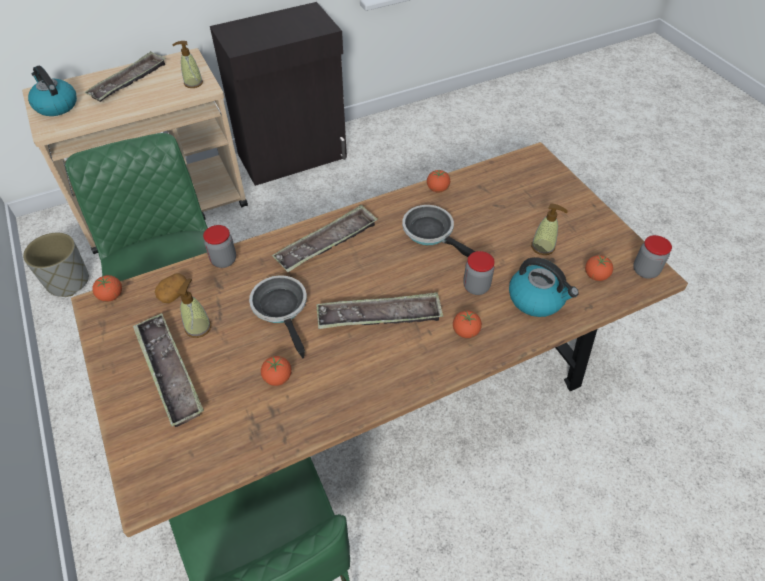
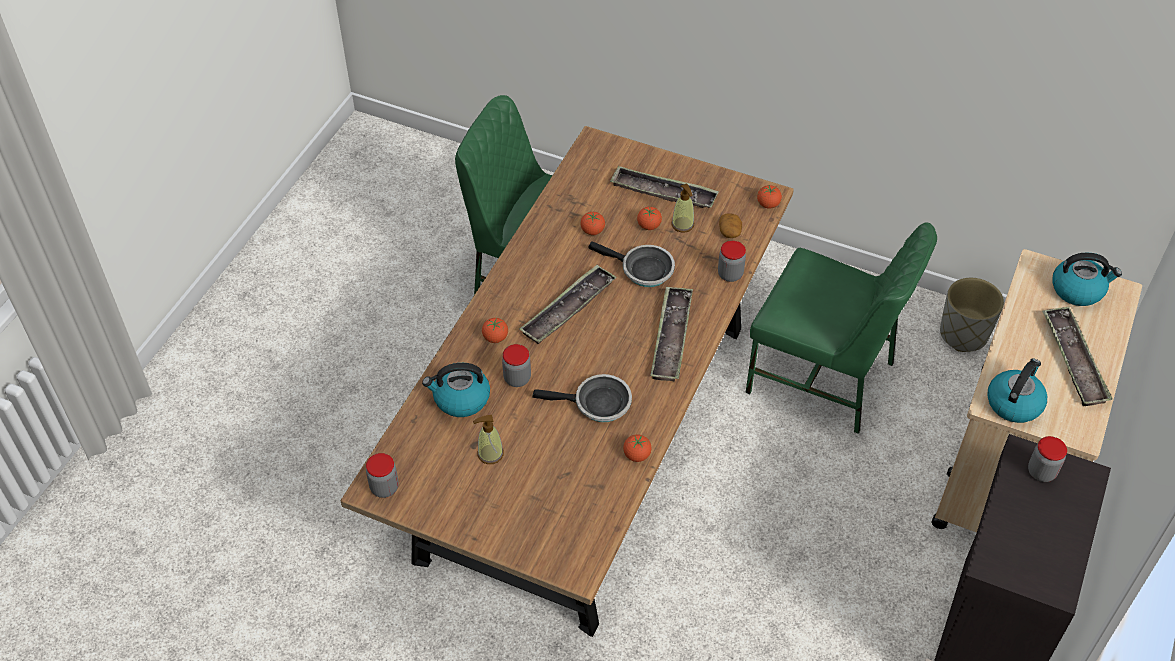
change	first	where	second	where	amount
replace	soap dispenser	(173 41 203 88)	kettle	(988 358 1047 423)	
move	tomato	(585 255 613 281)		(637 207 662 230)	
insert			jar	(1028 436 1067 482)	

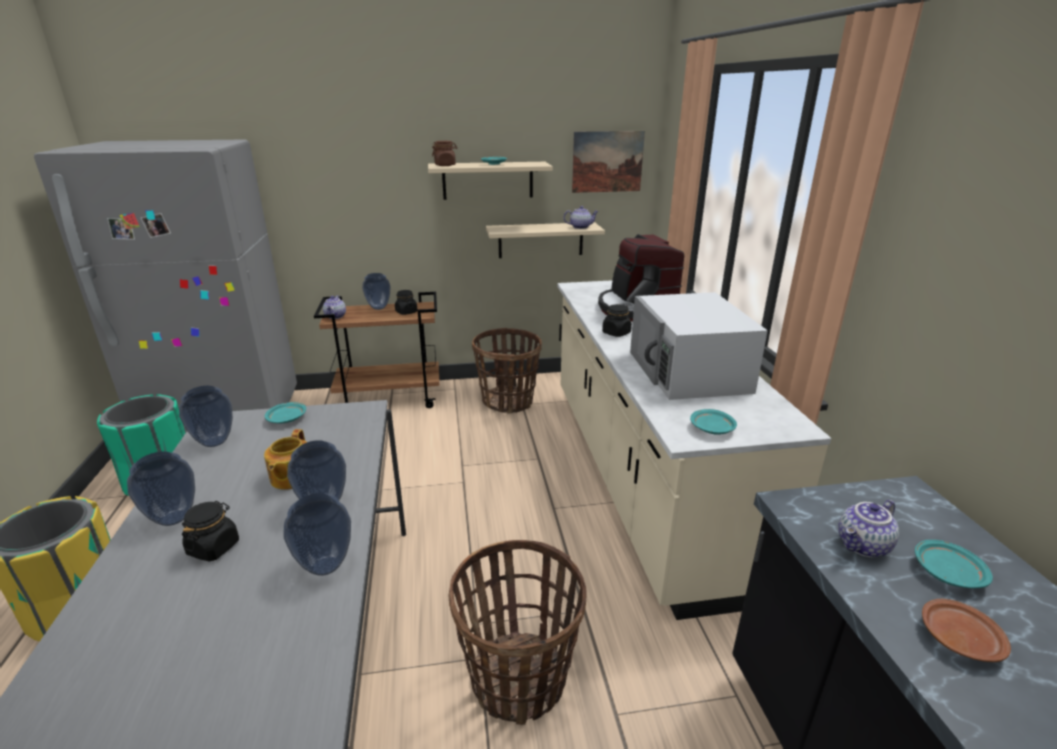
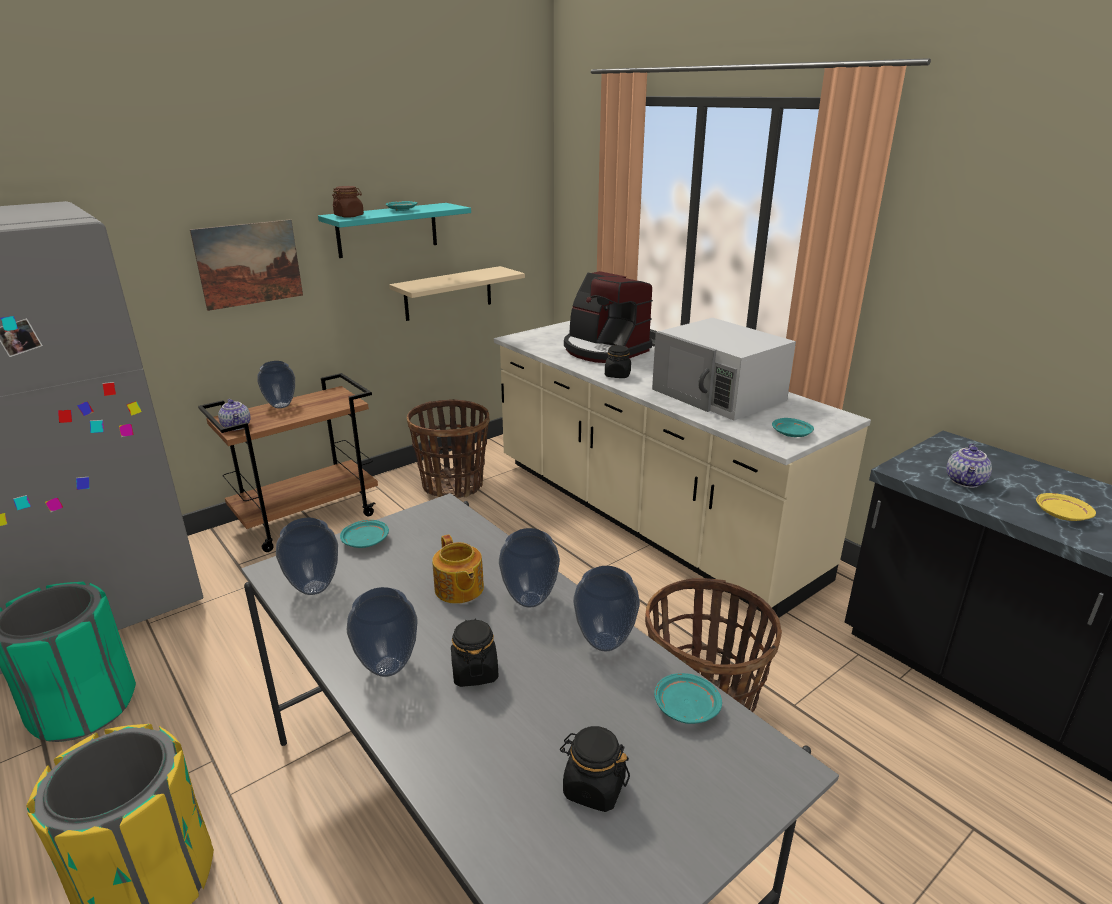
change	first	where	second	where	amount
move	picture	(572 131 645 193)		(190 219 303 311)	
recolor	beige shelf	(428 162 553 200)	turquoise shelf	(318 203 471 258)	
delete	teapot	(563 206 599 229)			
move	black jar	(395 290 417 315)		(560 726 630 812)	
move	turquoise plate	(915 540 993 588)		(654 673 722 724)	
recolor	brown plate	(922 599 1011 662)	yellow plate	(1036 493 1096 521)	

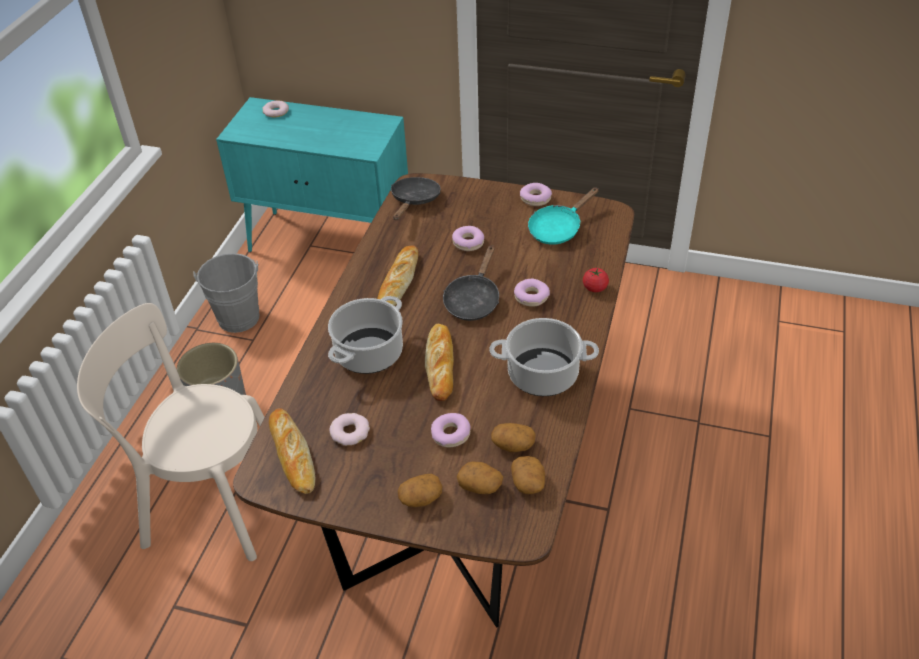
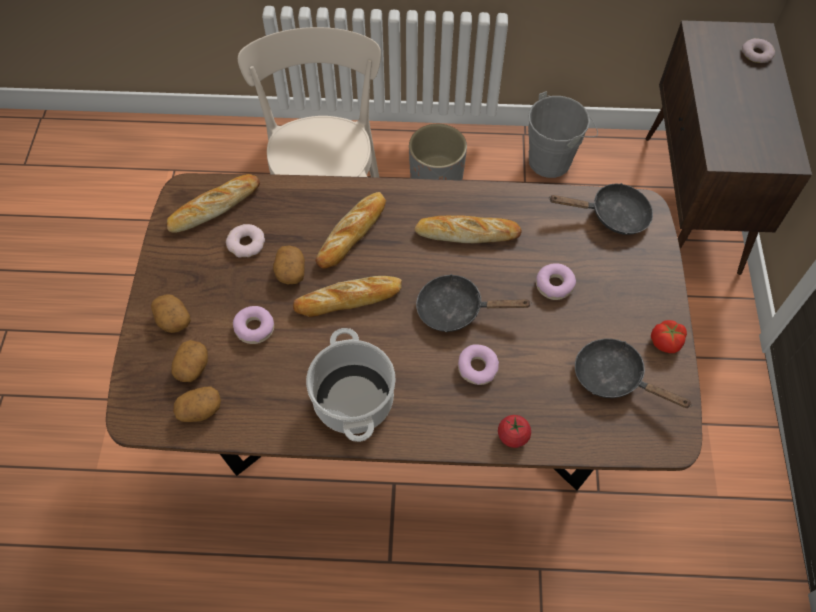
change	first	where	second	where	amount
recolor	turquoise cabinet	(216 97 408 252)	brown cabinet	(645 20 812 275)	
replace	donut	(520 183 552 206)	tomato	(651 320 687 353)	
recolor	turquoise frying pan	(528 187 599 245)	black frying pan	(575 338 692 408)	
replace	cooking pot	(328 296 403 374)	bread	(315 192 386 269)	
move	potato	(491 423 536 452)		(273 245 305 284)	

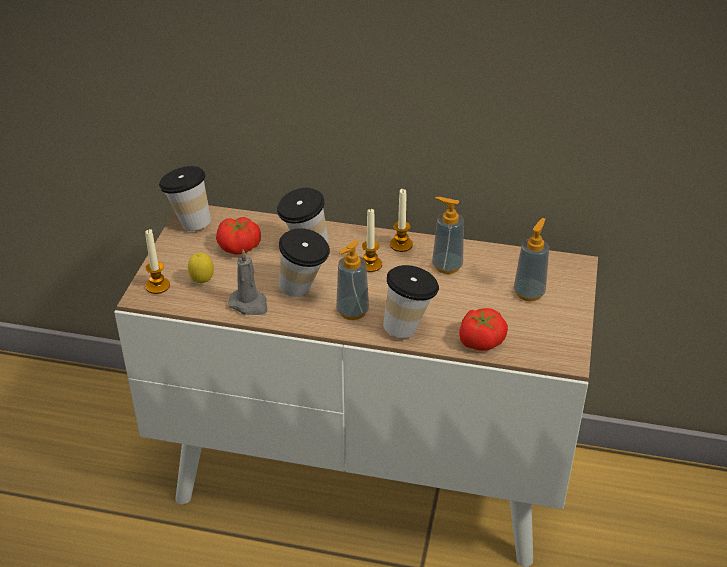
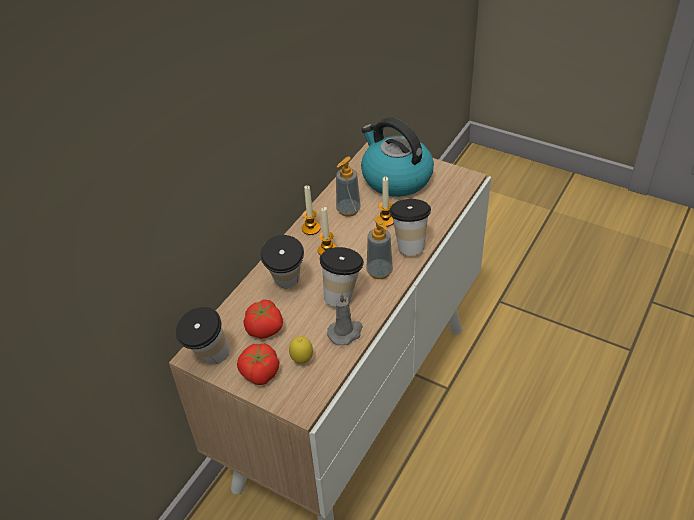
change	first	where	second	where	amount
replace	soap dispenser	(514 218 549 302)	kettle	(361 118 434 197)	
move	candle	(145 229 170 294)		(378 177 394 227)	
move	tomato	(459 308 508 351)		(237 343 279 385)	

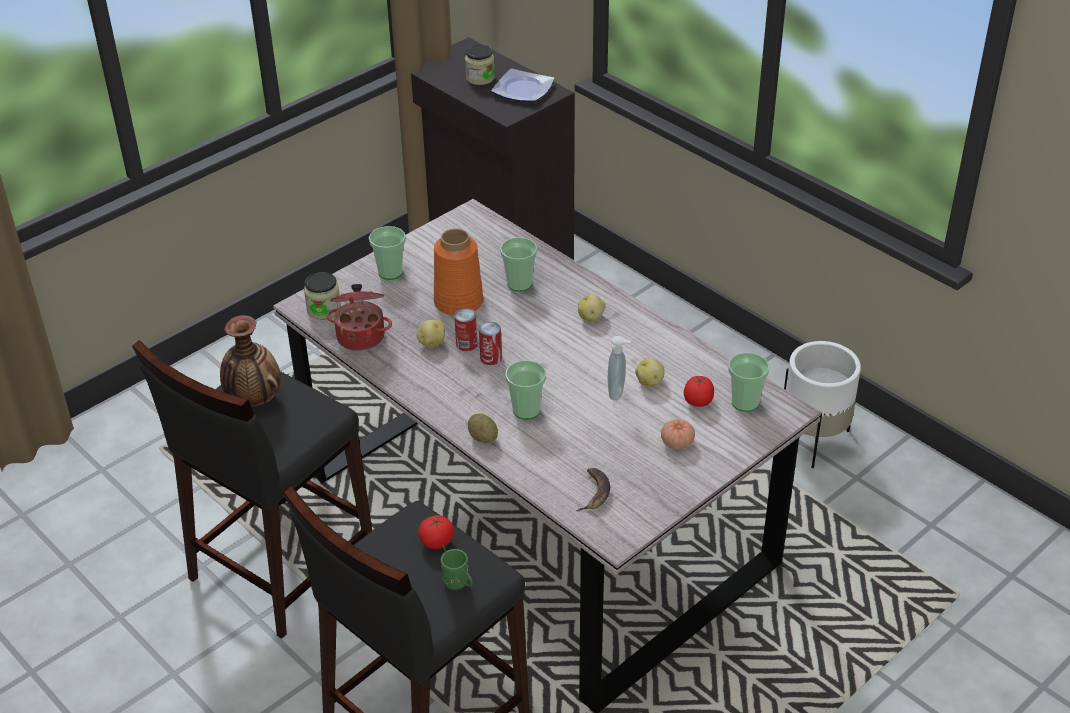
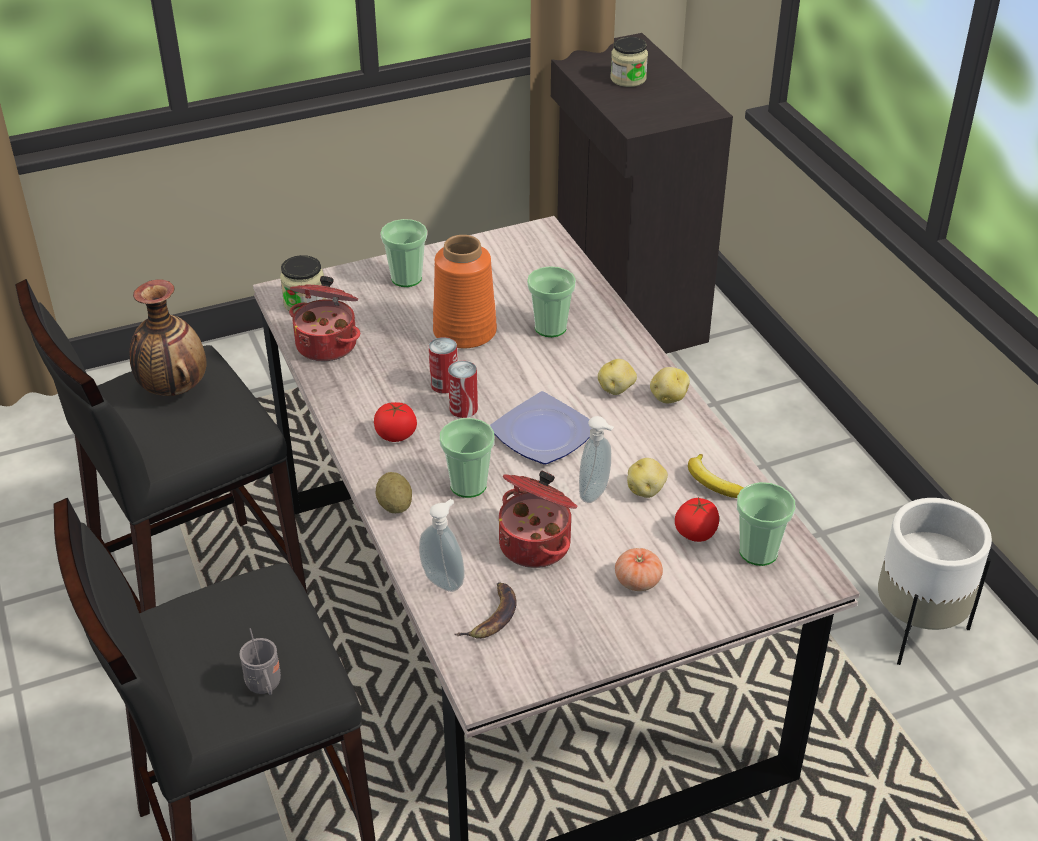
change	first	where	second	where	amount
move	plate	(491 68 555 102)		(490 391 592 465)	
move	potato	(417 320 445 348)		(650 367 690 403)	
move	tomato	(418 515 454 549)		(374 402 417 442)	
recolor	green mug	(441 544 473 590)	grey mug	(239 628 281 695)	
insert			banana	(688 454 743 498)	
insert			cooking pot	(499 471 577 568)	
insert			soap dispenser	(419 499 464 592)	

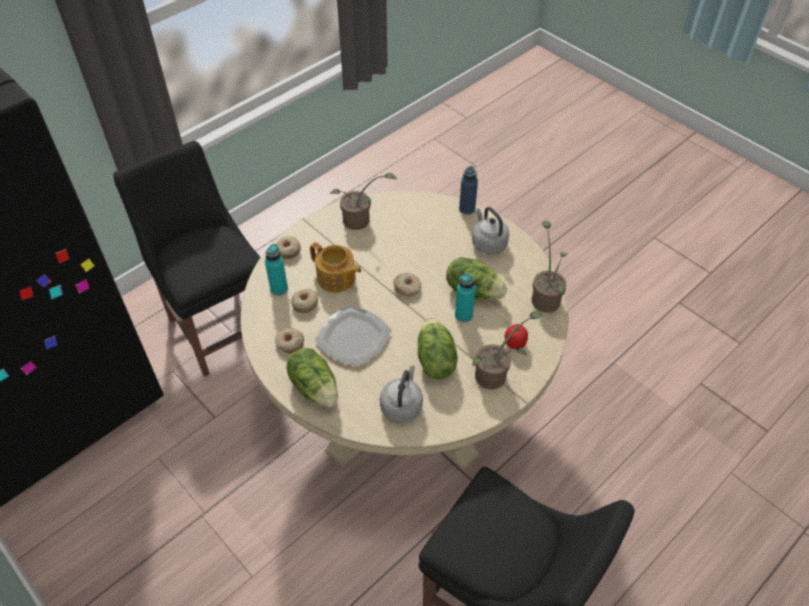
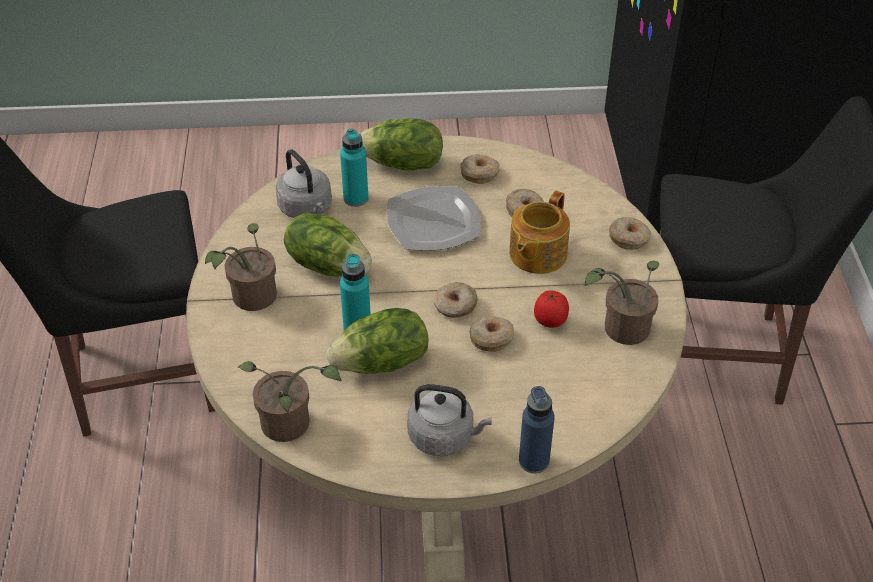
change	first	where	second	where	amount
rotate	teapot	(310 242 362 293)		(509 191 570 274)	45 degrees counterclockwise
move	turquoise bottle	(265 244 288 296)		(340 128 369 207)	
move	tomato	(505 324 528 349)		(534 290 569 328)	
insert			donut	(469 316 514 352)	

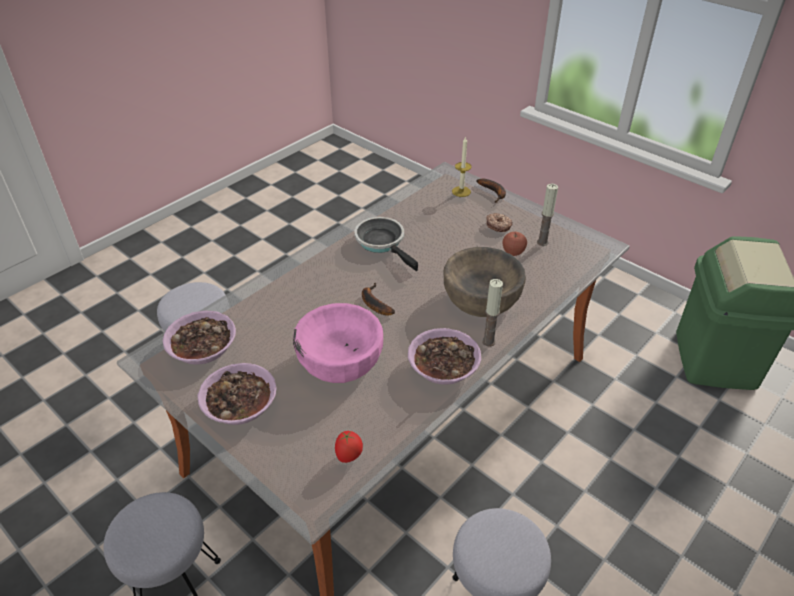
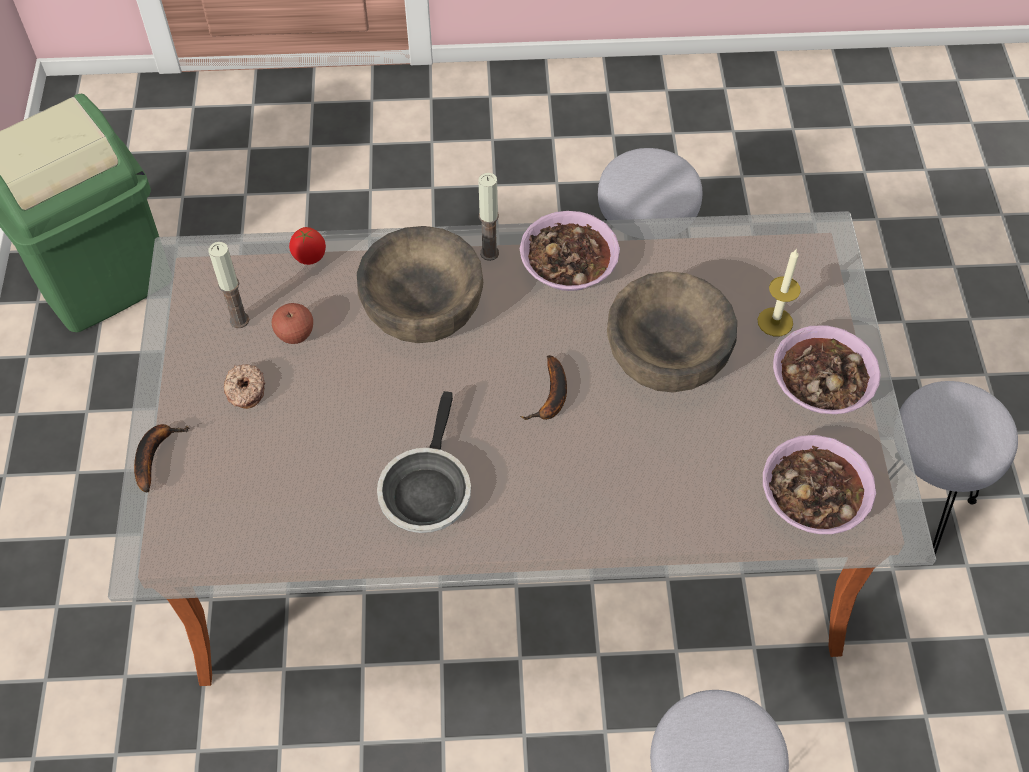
change	first	where	second	where	amount
move	candle	(452 136 472 197)		(757 248 801 336)	
recolor	pink bowl	(293 303 383 383)	brown bowl	(607 271 737 392)	
move	tomato	(335 431 363 463)		(289 227 326 265)	

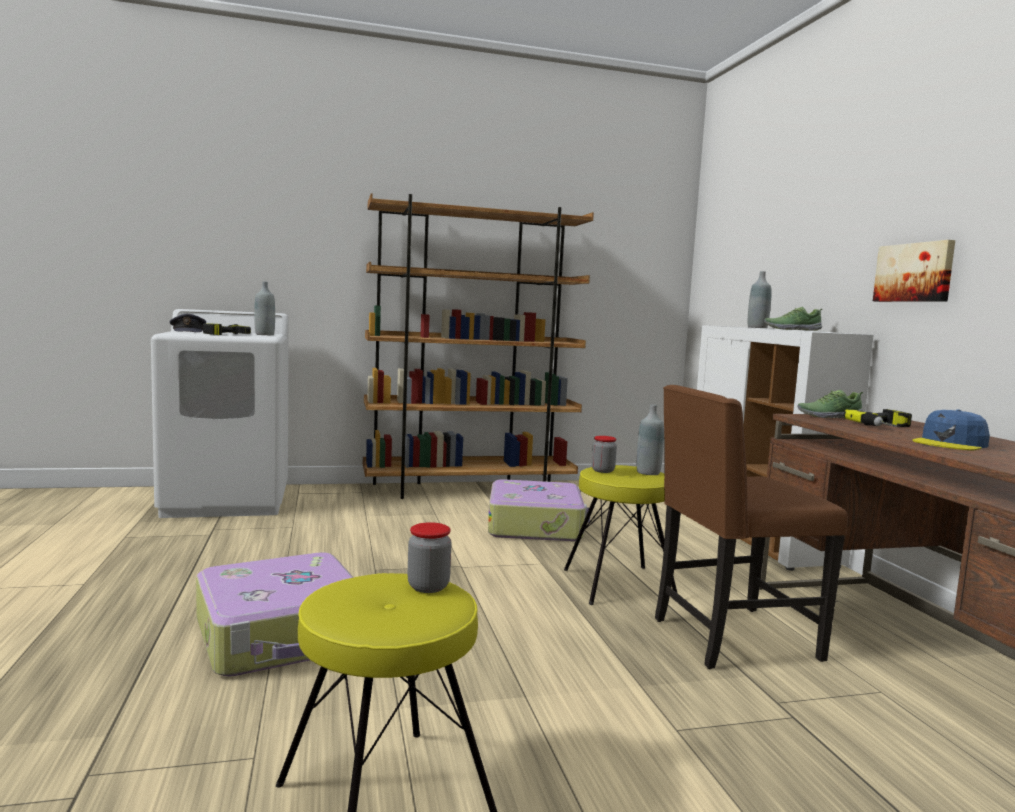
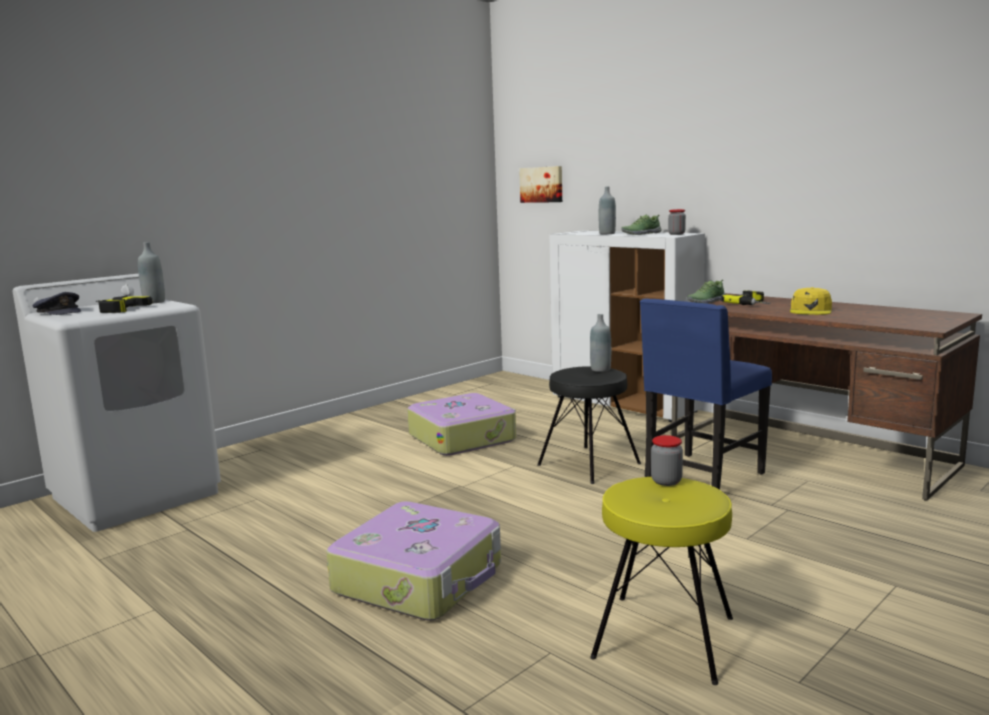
change	first	where	second	where	amount
delete	brown bookcase	(363 193 594 499)			
move	picture	(873 240 955 302)		(519 166 562 203)	
recolor	brown chair	(655 385 848 669)	blue chair	(640 298 772 490)	
recolor	blue cap	(912 410 990 450)	yellow cap	(790 287 832 315)	
move	jar	(592 436 617 473)		(668 209 686 235)	
recolor	yellow stool	(564 465 677 605)	black stool	(537 366 641 484)	

